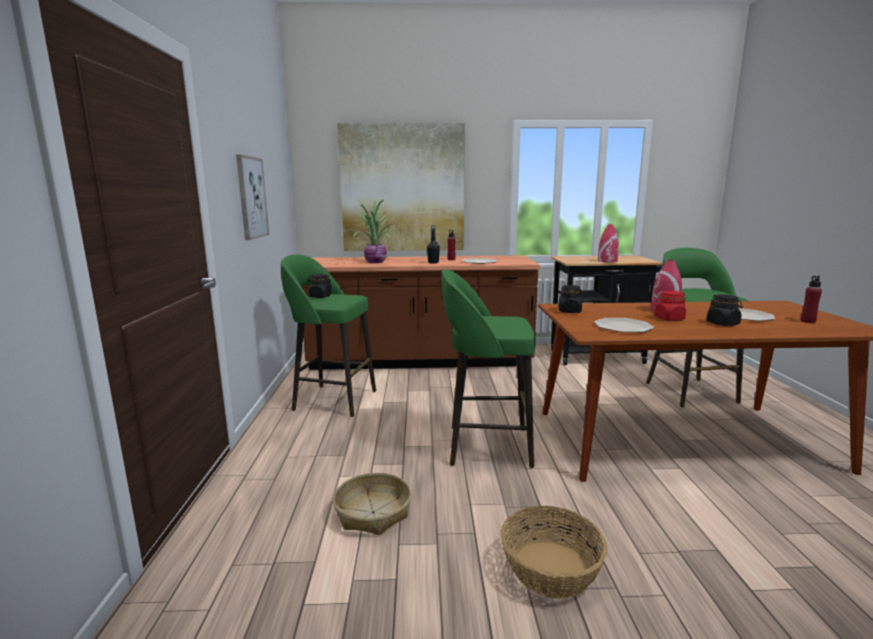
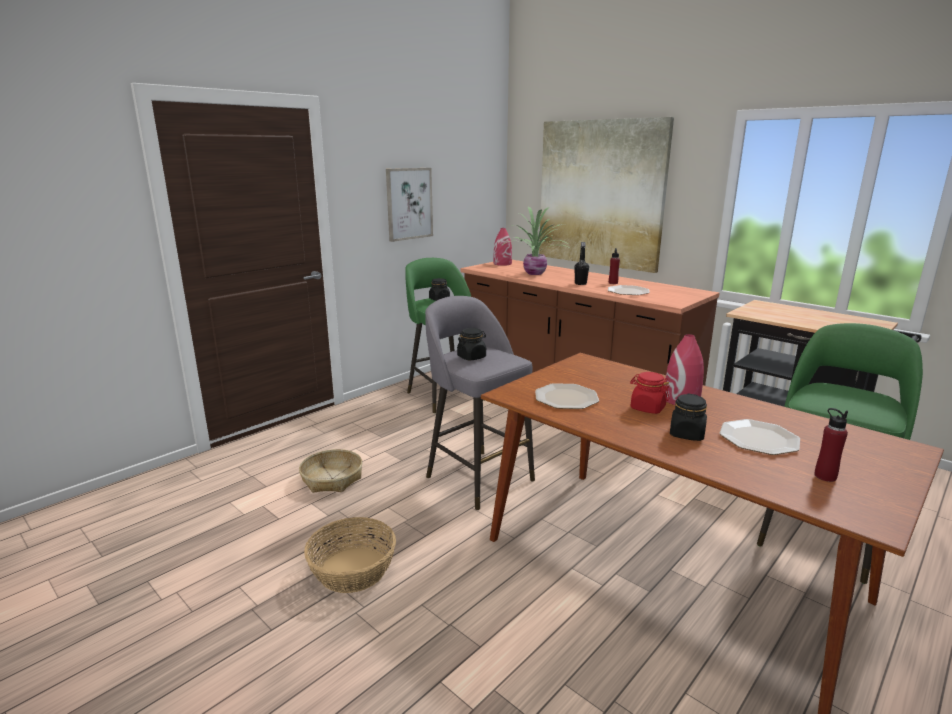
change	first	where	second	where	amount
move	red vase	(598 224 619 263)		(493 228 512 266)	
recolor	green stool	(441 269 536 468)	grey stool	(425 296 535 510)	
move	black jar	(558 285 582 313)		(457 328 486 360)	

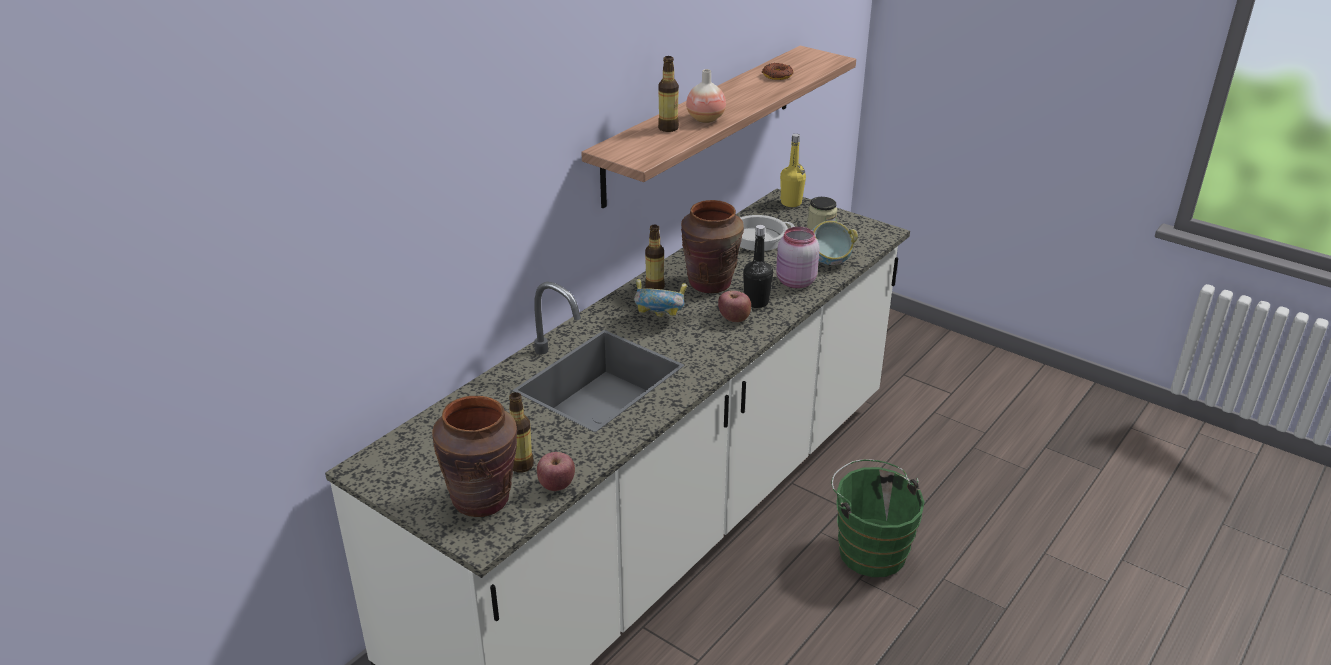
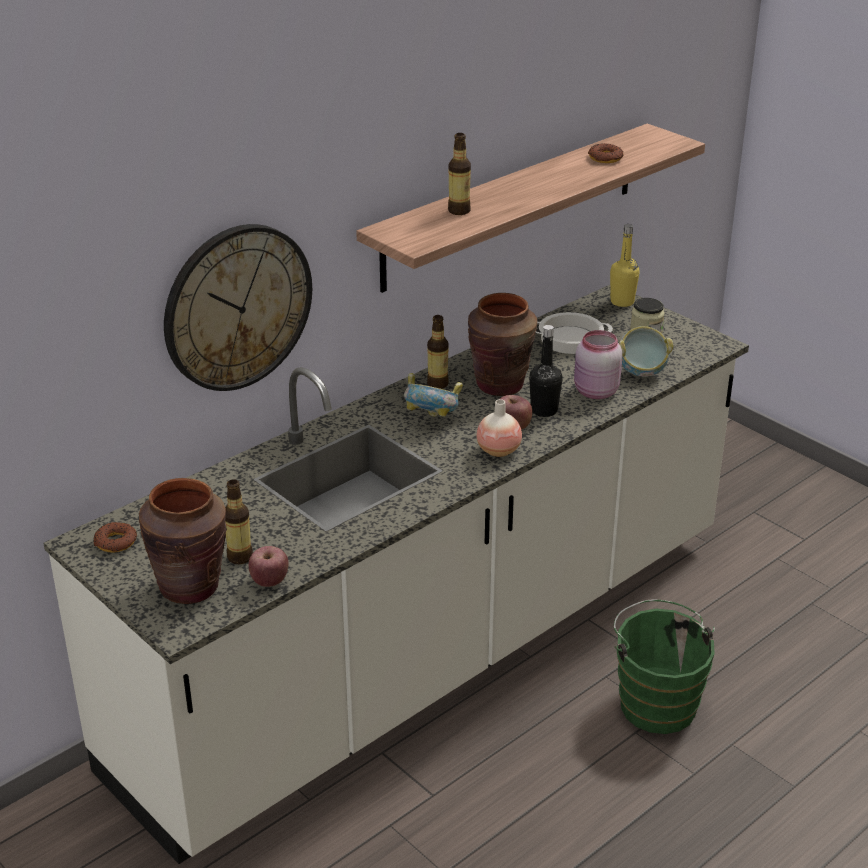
change	first	where	second	where	amount
move	vase	(686 69 726 123)		(477 399 522 457)	
insert			wall clock	(164 224 312 391)	
insert			donut	(94 522 137 552)	

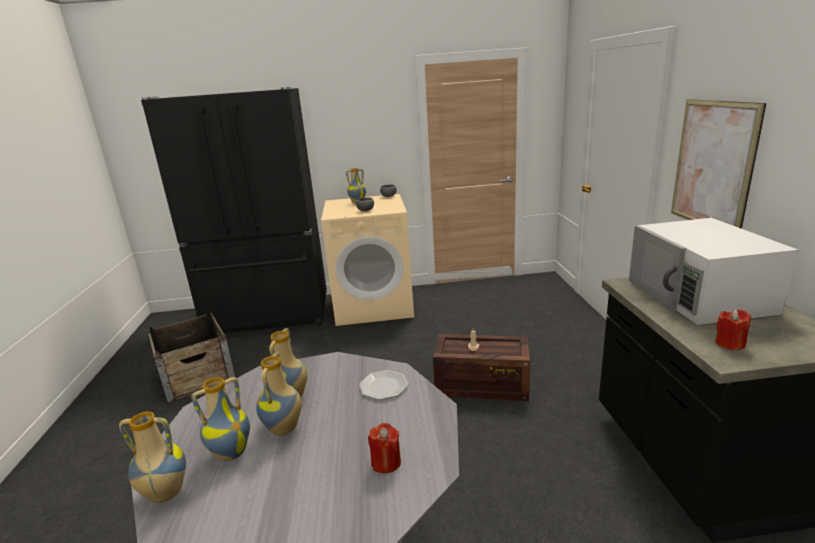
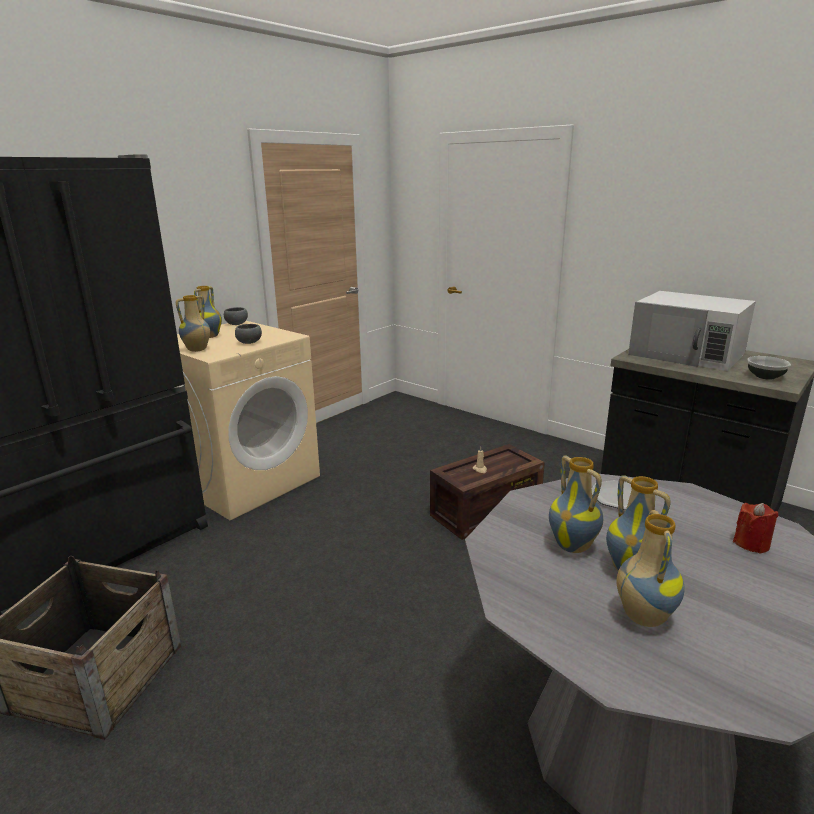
change	first	where	second	where	amount
delete	picture	(671 99 766 229)			
replace	red candle	(715 309 751 350)	bowl	(748 356 791 380)	
move	vase	(119 412 186 503)		(176 295 210 352)	

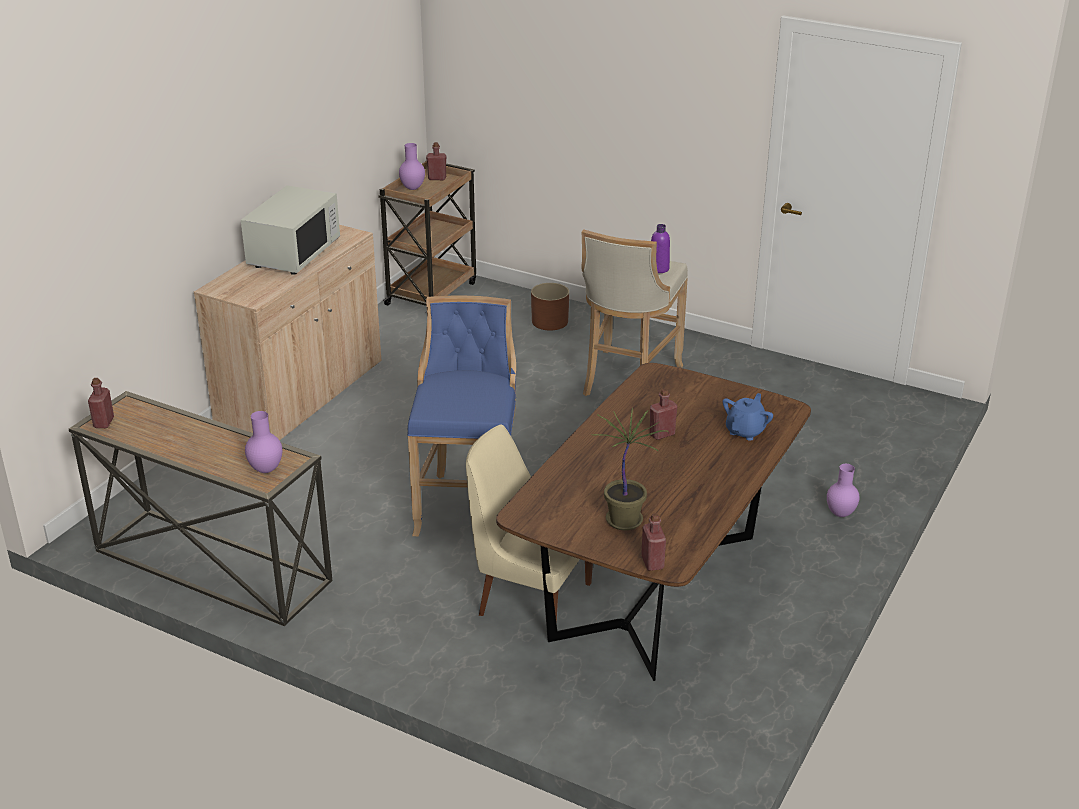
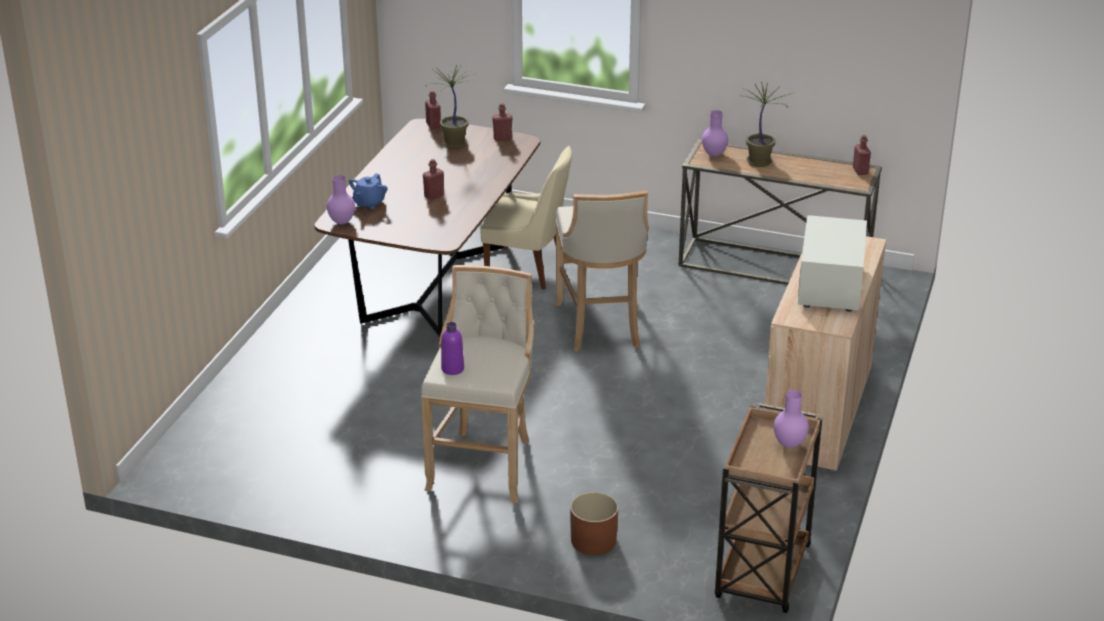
change	first	where	second	where	amount
move	red bottle	(426 142 446 180)		(492 103 513 141)	
recolor	blue stool	(407 295 516 536)	beige stool	(555 190 649 351)	
move	purple vase	(827 464 860 517)		(327 175 355 224)	
insert			potted plant	(743 81 789 167)	

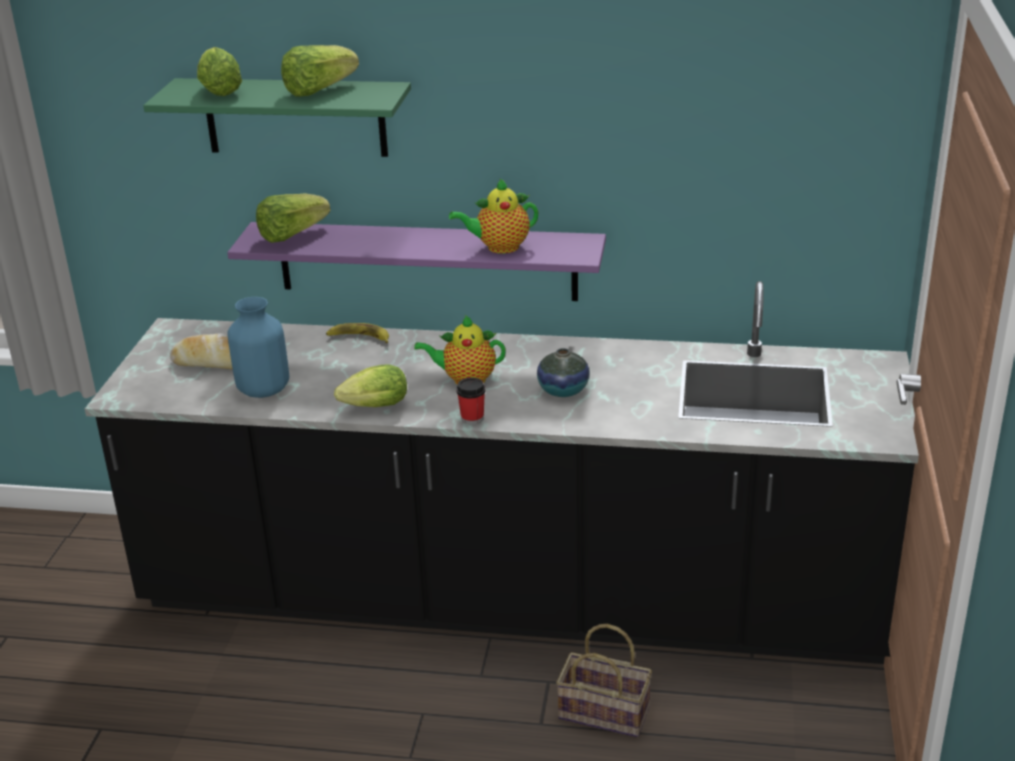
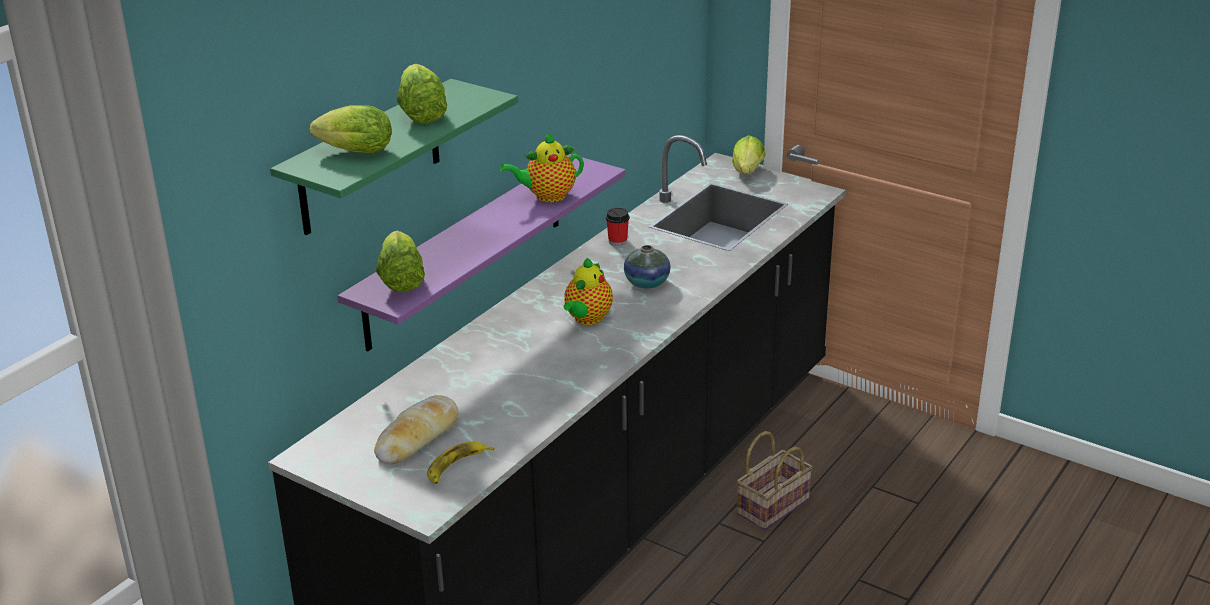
change	first	where	second	where	amount
rotate	teapot	(449 178 538 254)		(500 132 584 202)	60 degrees clockwise
delete	blue vase	(227 297 289 398)			
move	banana	(326 323 389 343)		(427 441 494 484)	
move	lettuce	(334 364 407 407)		(732 135 765 174)	
move	cup	(456 378 485 425)		(606 208 629 246)	

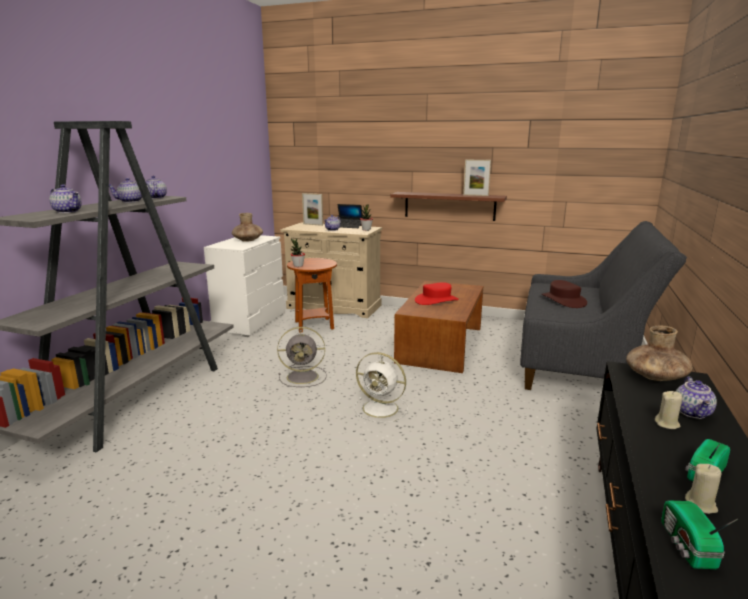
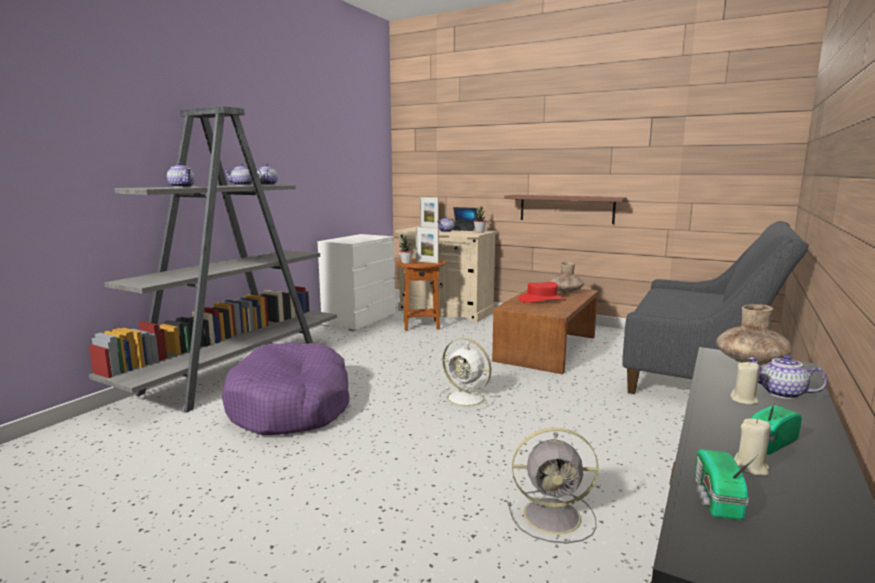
change	first	where	second	where	amount
move	picture frame	(463 160 491 196)		(416 226 439 264)	
move	brown vase	(232 213 263 242)		(550 262 584 293)	
delete	brown hat	(542 280 587 308)			
move	grey fan	(277 327 327 387)		(508 428 599 543)	
rotate	teapot	(676 376 717 419)		(747 355 828 399)	105 degrees clockwise
insert			purple dog bed	(222 342 350 435)	

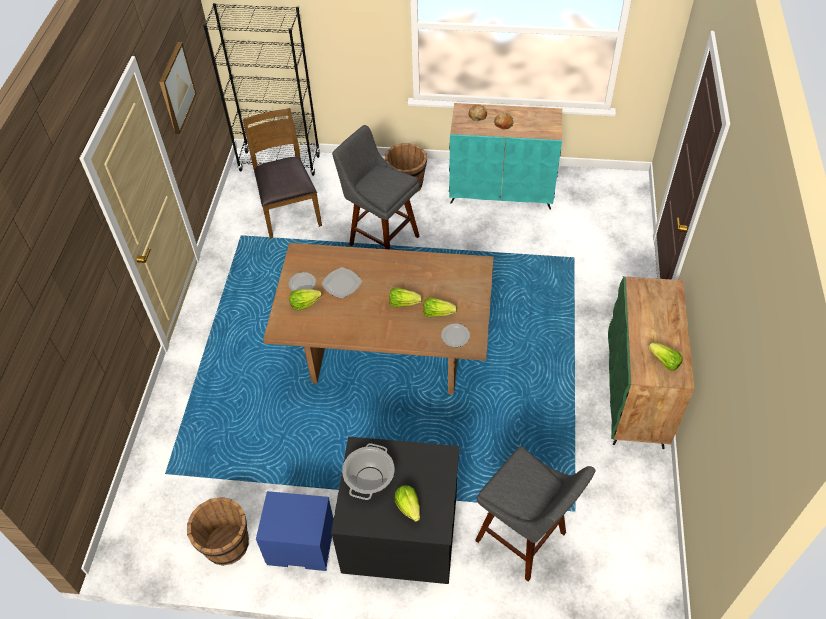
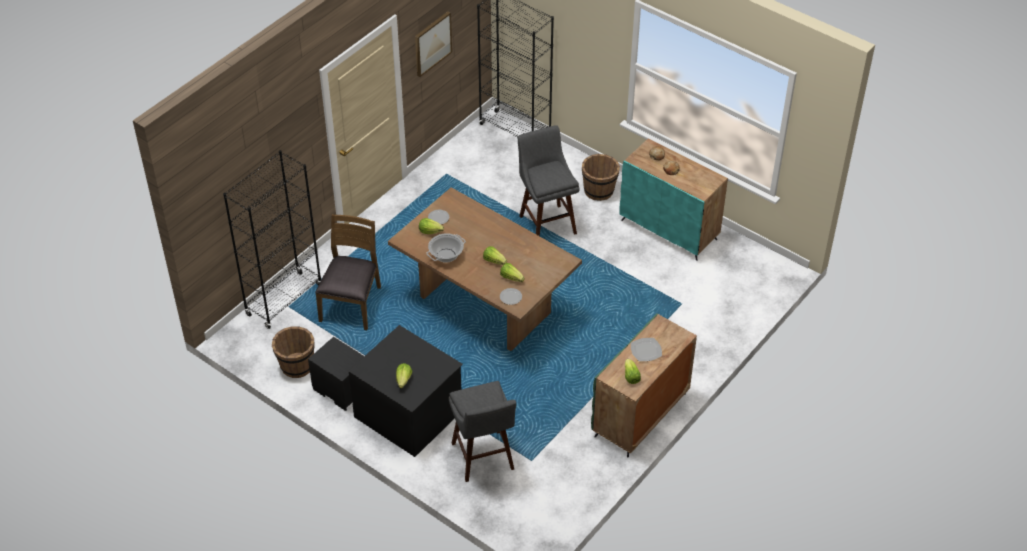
change	first	where	second	where	amount
move	brown chair	(243 108 322 239)		(315 214 381 330)	
move	plate	(321 267 362 299)		(631 338 662 361)	
move	cooking pot	(342 443 394 500)		(426 233 466 263)	
recolor	blue nightstand	(256 491 334 571)	black nightstand	(308 337 364 411)	
insert			black bookcase	(223 150 321 329)	

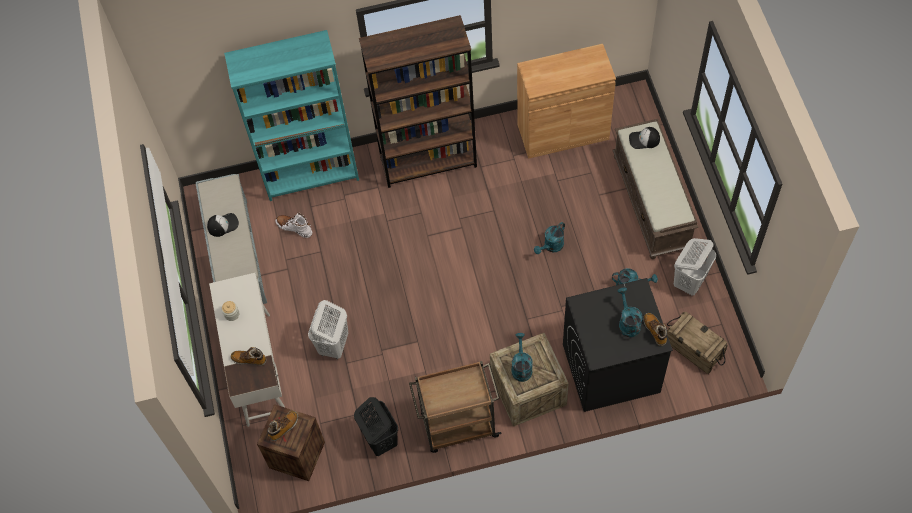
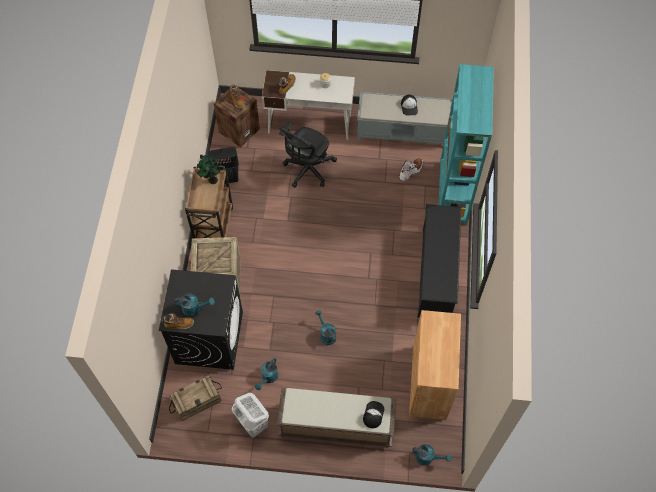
change	first	where	second	where	amount
replace	brown bookcase	(359 15 477 188)	black shoe rack	(418 204 461 318)	
replace	white laundry basket	(308 300 348 359)	black office chair	(279 121 337 188)	
move	turquoise watering can	(511 333 533 382)		(412 444 451 465)	
insert			potted plant	(197 154 223 184)	

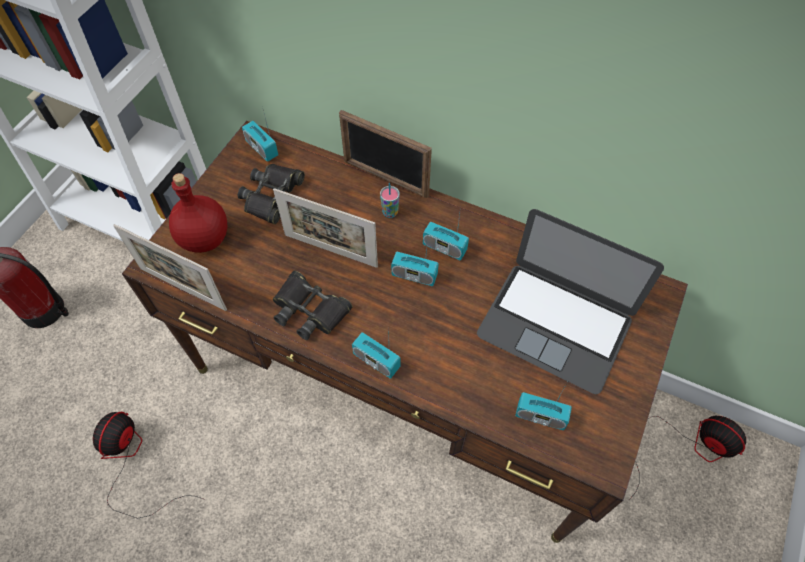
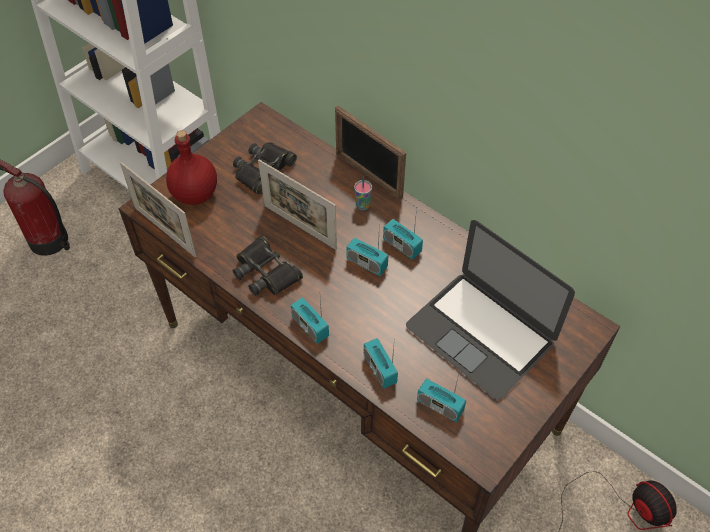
change	first	where	second	where	amount
move	radio	(242 106 278 162)		(363 338 398 389)	
delete	fan	(93 412 205 519)			

